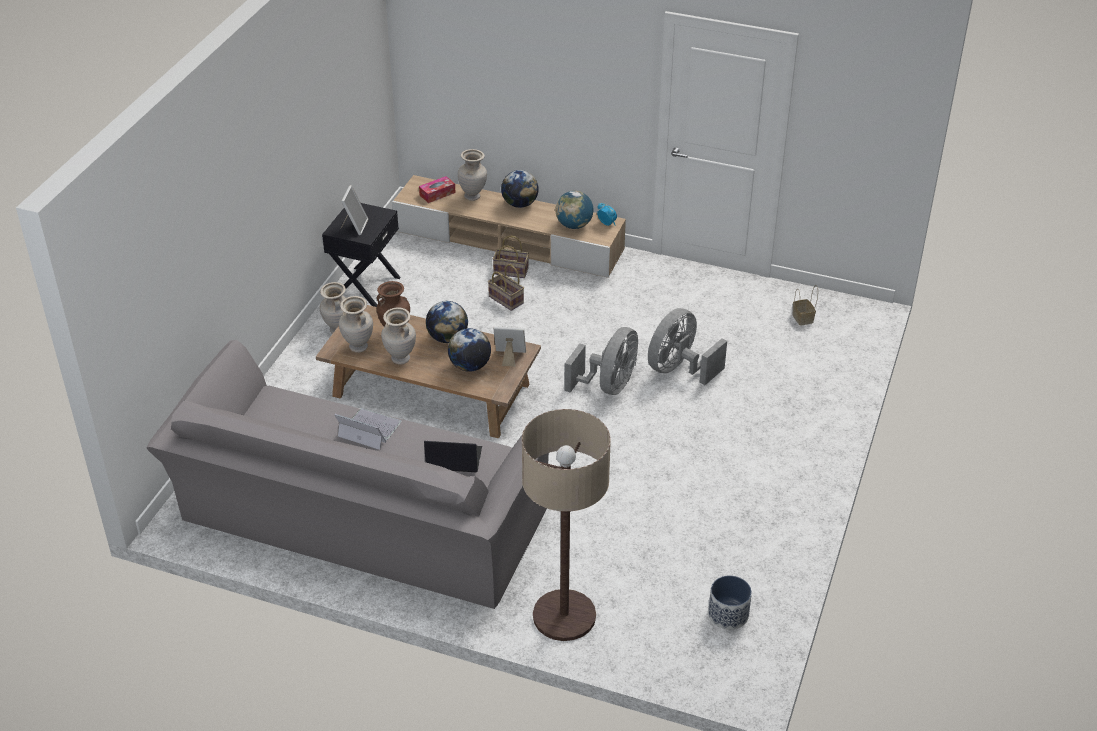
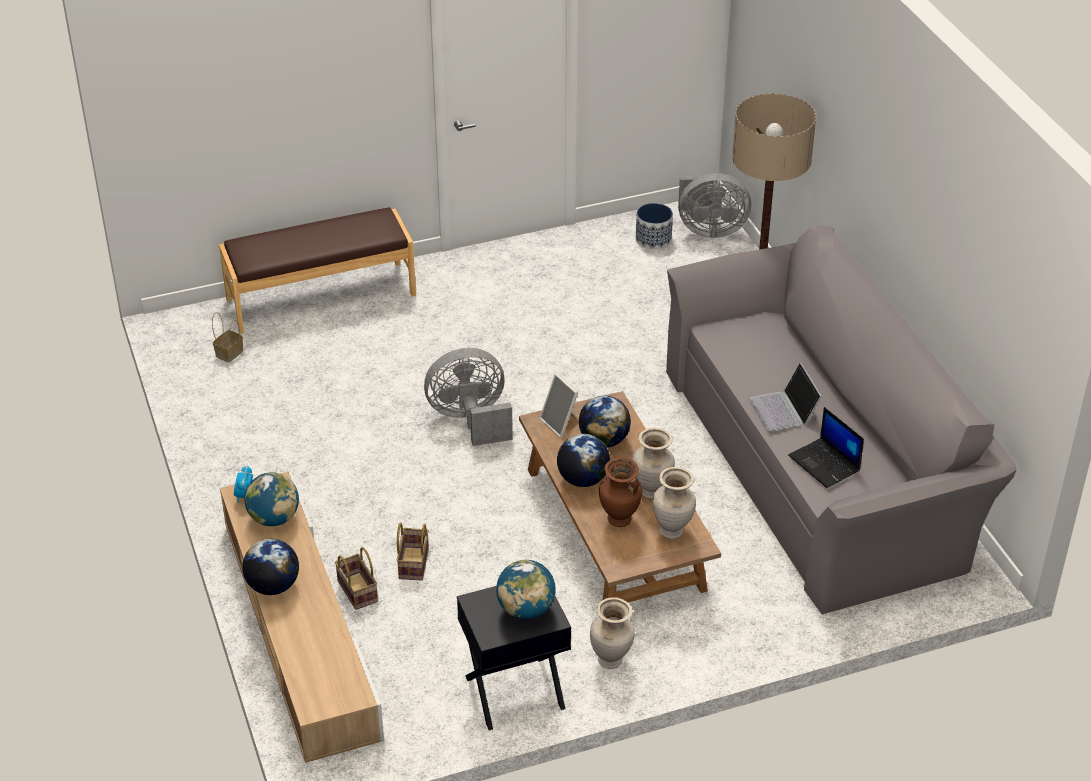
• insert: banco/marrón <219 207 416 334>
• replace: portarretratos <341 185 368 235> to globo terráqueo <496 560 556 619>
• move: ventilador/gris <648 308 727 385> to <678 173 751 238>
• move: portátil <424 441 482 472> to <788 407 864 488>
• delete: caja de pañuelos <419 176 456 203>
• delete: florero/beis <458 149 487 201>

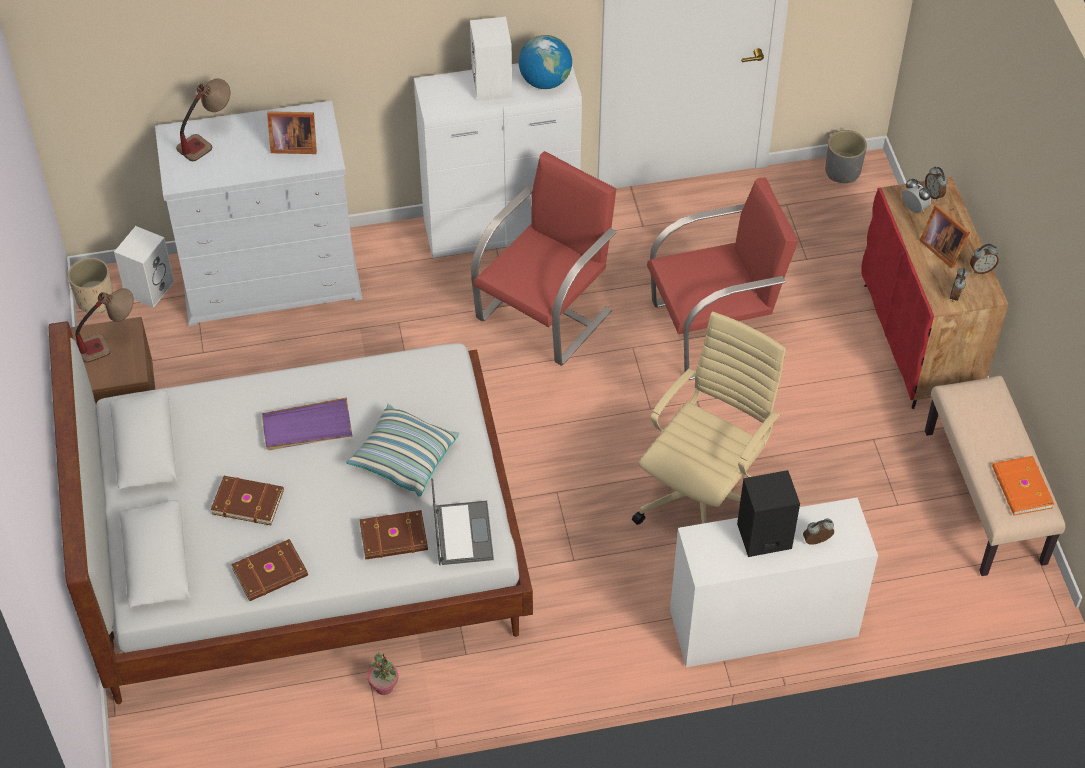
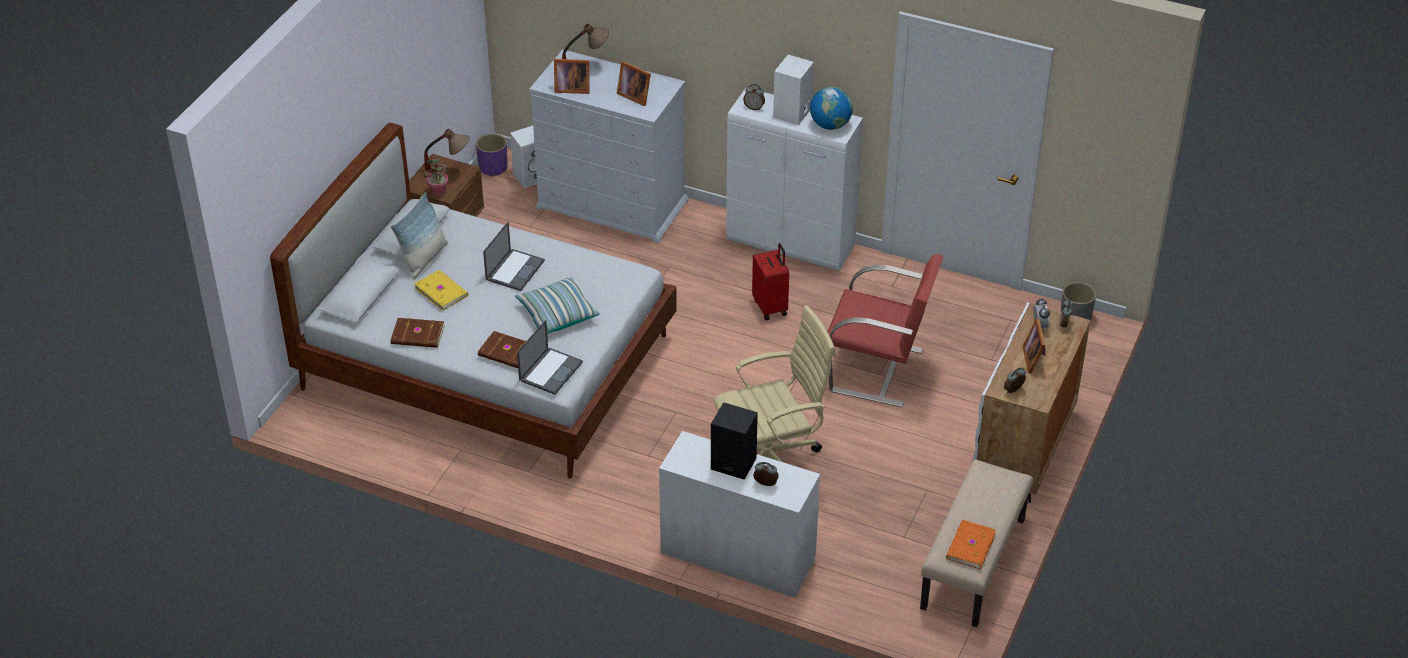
• insert: cojín <391 192 448 280>
• recolor: libro/marrón <211 476 284 525> to libro/amarillo <414 270 468 311>
• move: planta en maceta <368 653 398 695> to <426 159 448 197>
• recolor: maceta/beis <68 258 113 313> to maceta/morado <476 133 508 177>
• replace: bandeja/morado <262 398 353 450> to portátil <483 222 545 291>
• insert: portarretratos <554 59 590 94>
• move: despertador <970 244 999 274> to <743 84 765 110>
• replace: sillón/rojo <471 151 617 366> to maleta/rojo <752 243 789 320>
• recolor: armario/rojo <861 177 1008 409> to armario/blanco <972 303 1090 503>

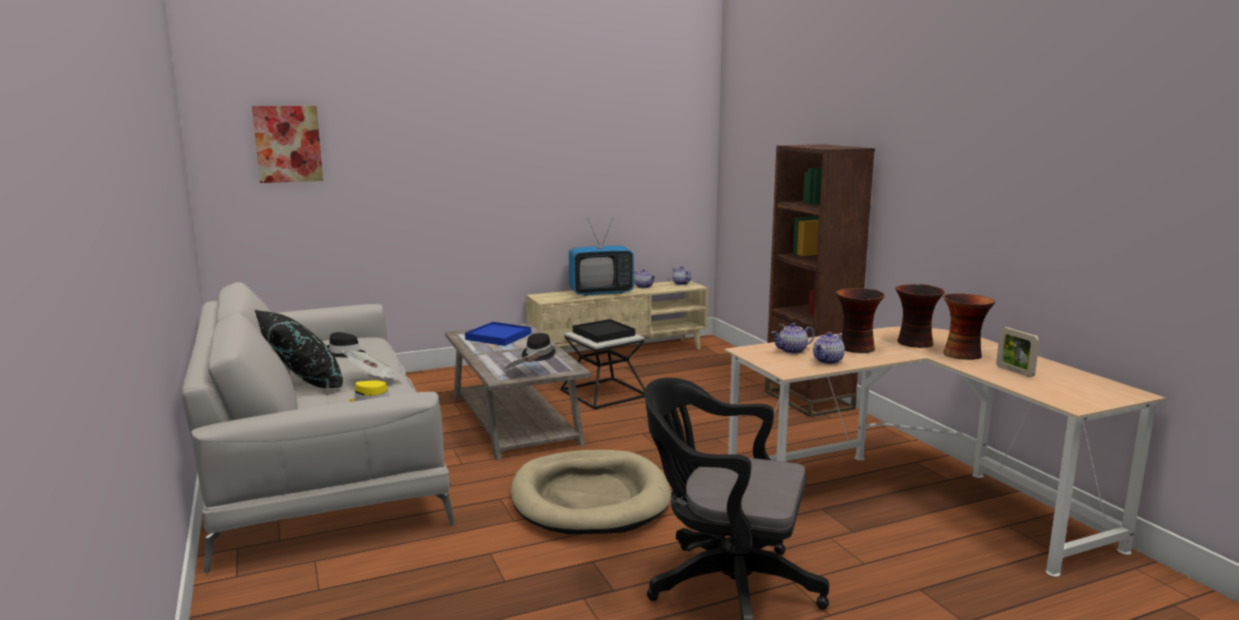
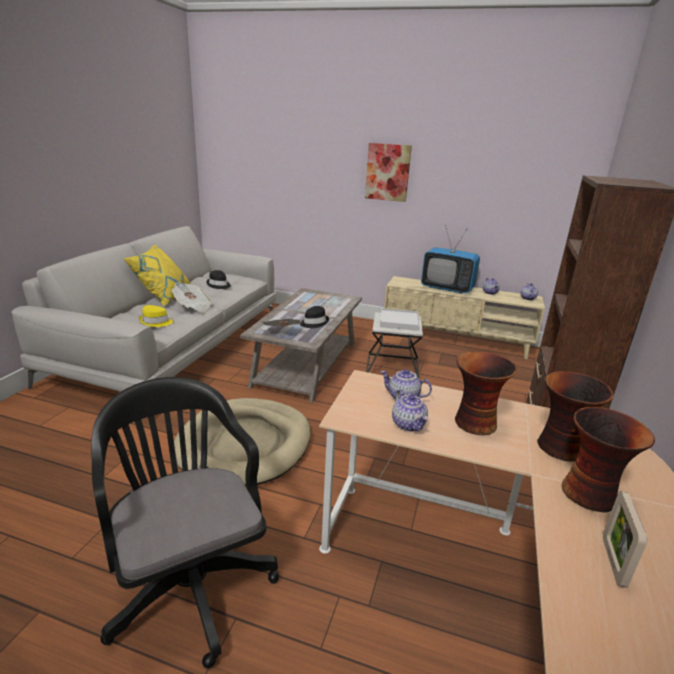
• recolor: cojín/negro <254 309 343 388> to cojín/amarillo <123 244 191 306>
• move: cuadro <252 106 323 183> to <365 143 412 202>
• recolor: bandeja/negro <573 319 635 343> to bandeja/blanco <380 308 419 331>
• rotate: tetera <813 332 845 364> = <392 389 428 432> 105 degrees counterclockwise
• delete: bandeja/azul <465 322 531 346>

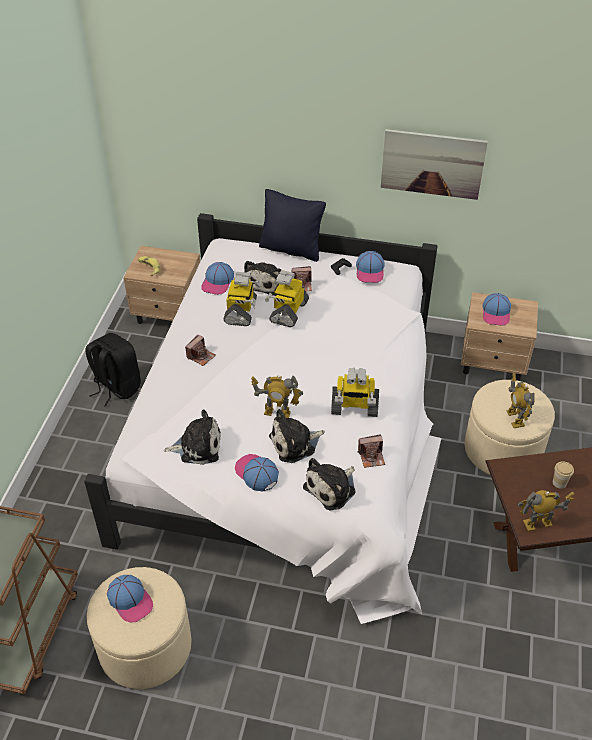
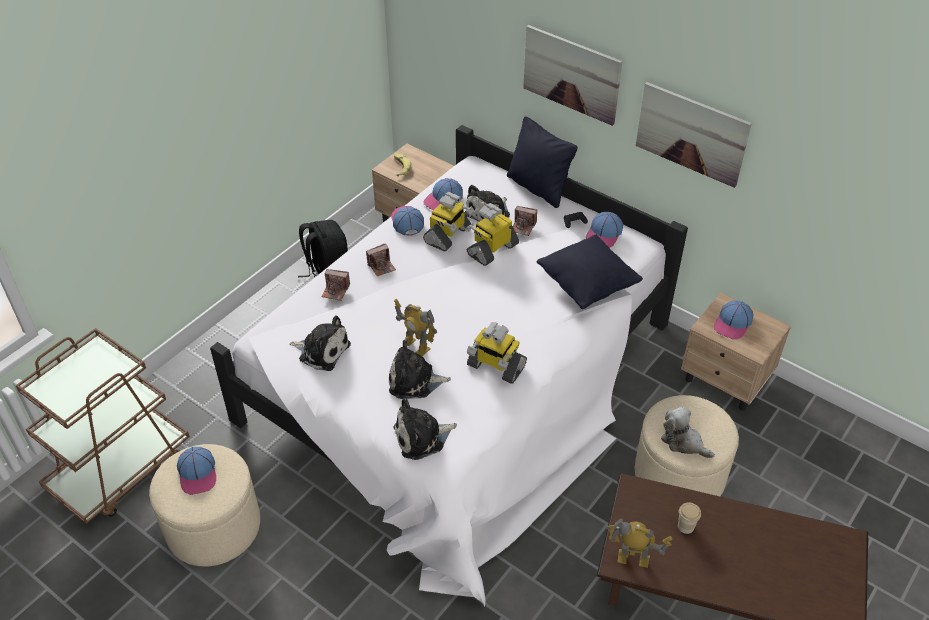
• move: cámara <358 434 385 468> to <321 269 350 301>
• move: gorra <235 454 279 492> to <391 206 424 236>
• insert: cuadro <523 25 622 126>
• insert: cojín/negro <537 234 643 309>
• replace: robot de juguete <506 373 535 428> to peluche <661 406 715 458>

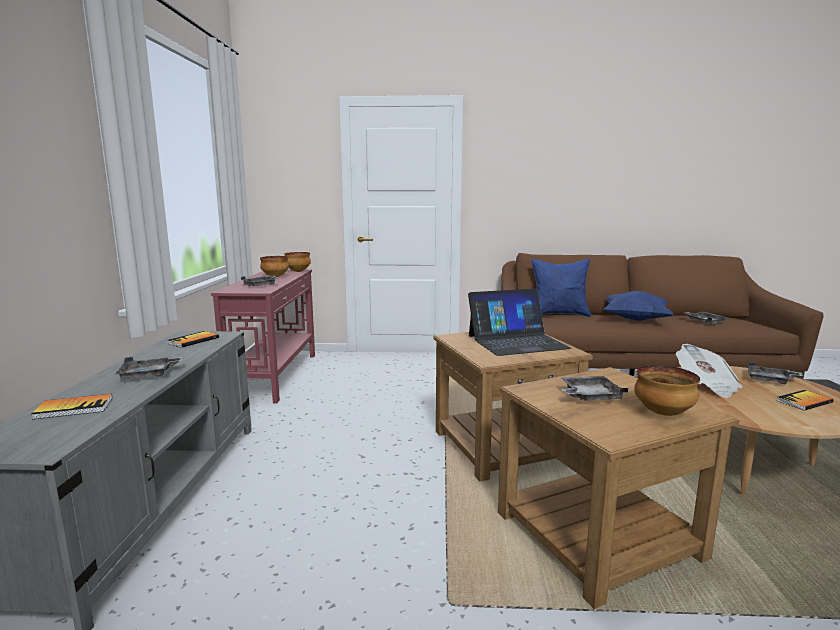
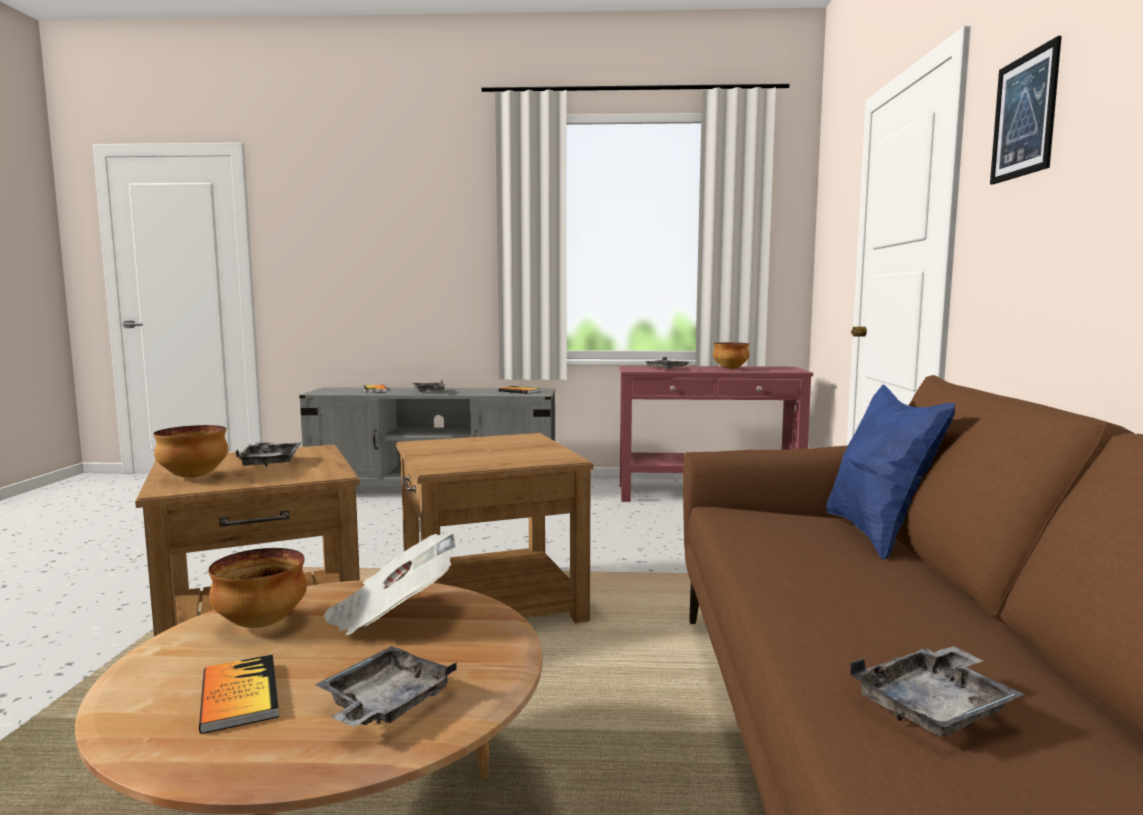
• move: cuenco <284 252 311 272> to <208 548 307 628>
• insert: cuadro <990 36 1062 185>
• delete: portátil <468 288 571 356>
• delete: cojín/azul <603 291 673 321>

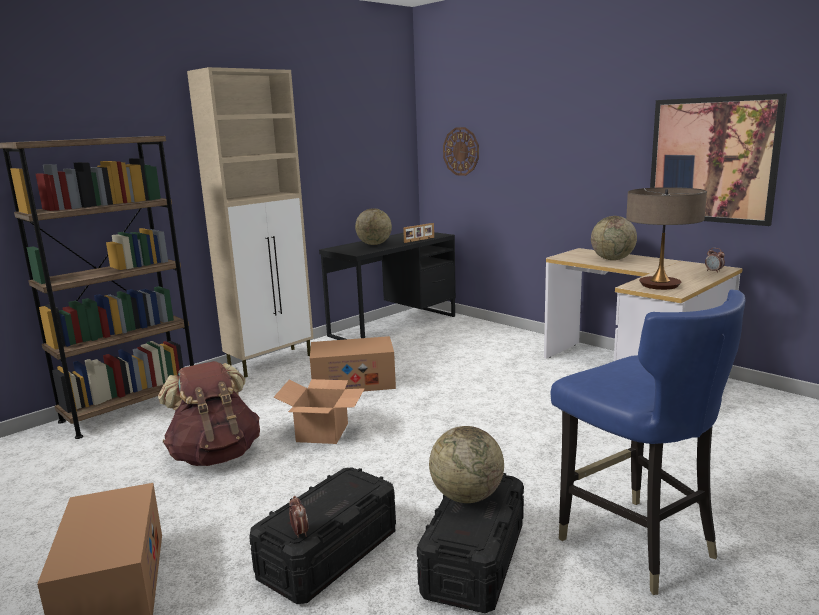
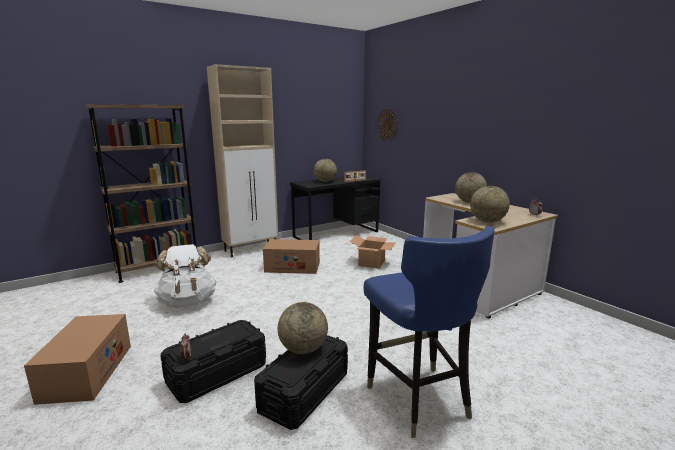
• recolor: mochila/marrón <158 361 260 466> to mochila/blanco <154 244 216 308>
• move: caja de cartón <274 379 365 444> to <349 235 395 269>
• replace: lámpara de mesa <626 187 707 290> to globo terráqueo <470 186 510 223>
• delete: cuadro <650 93 787 226>

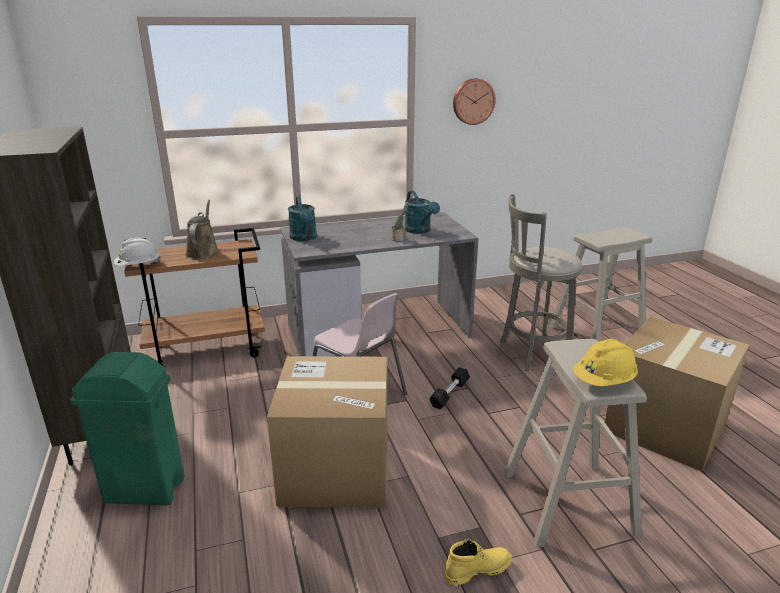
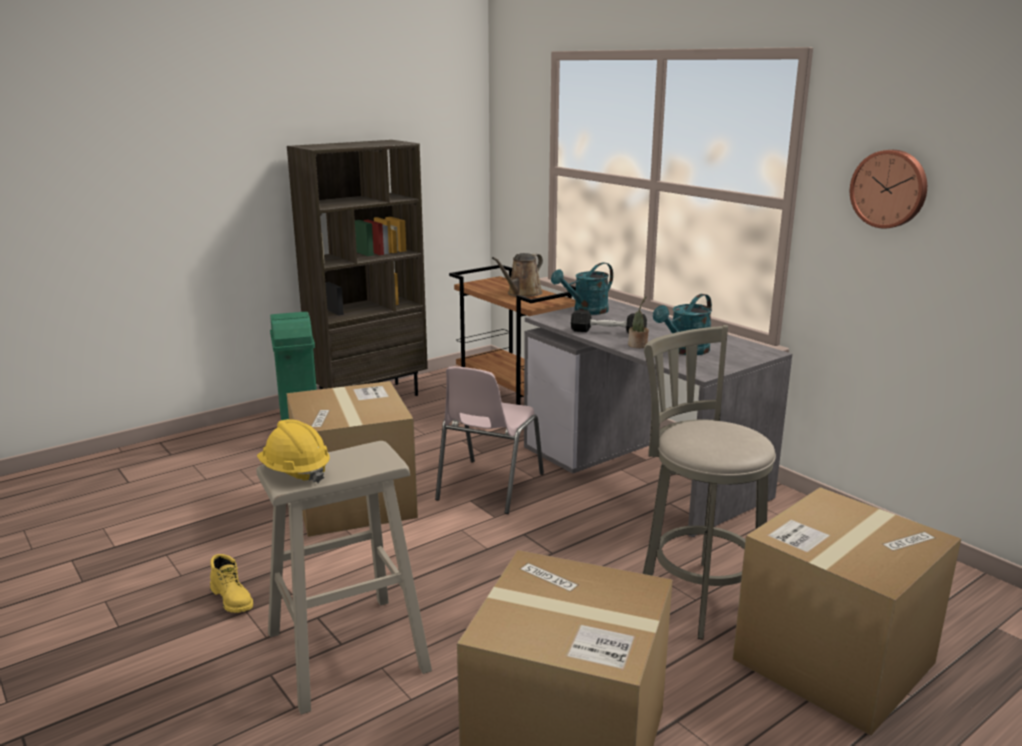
• rotate: regadera/marrón <185 200 219 259> = <492 253 543 297> 150 degrees clockwise
• move: mancuerna/negro <429 367 470 410> to <571 310 647 334>
• replace: taburete/beis <549 227 652 342> to caja de cartón <733 487 961 736>
• delete: casco/blanco <114 237 161 266>

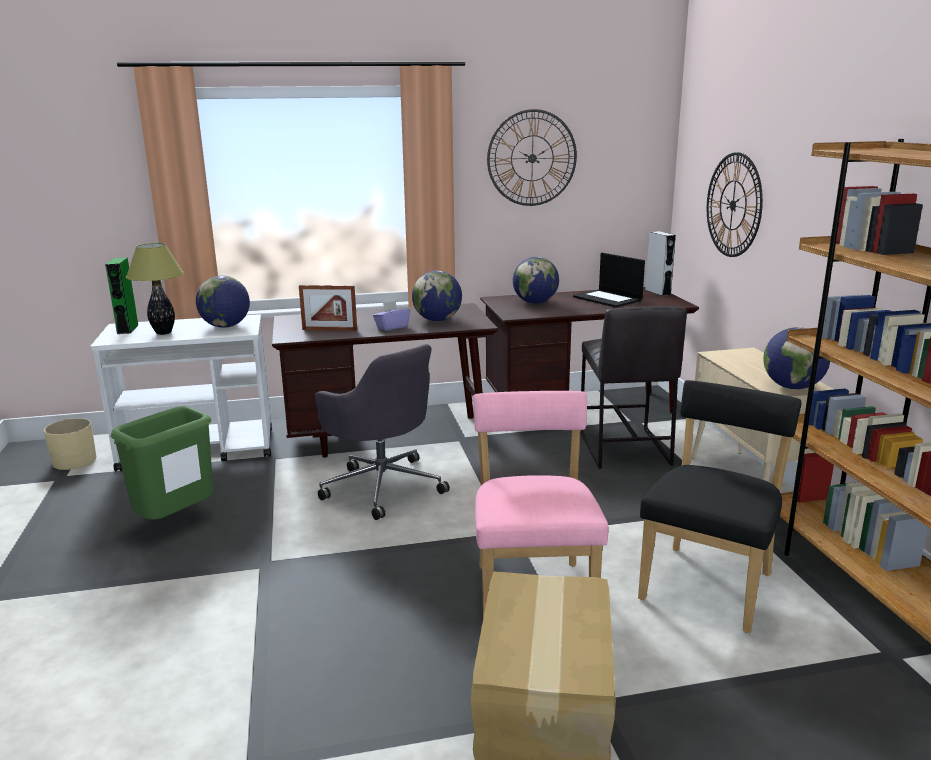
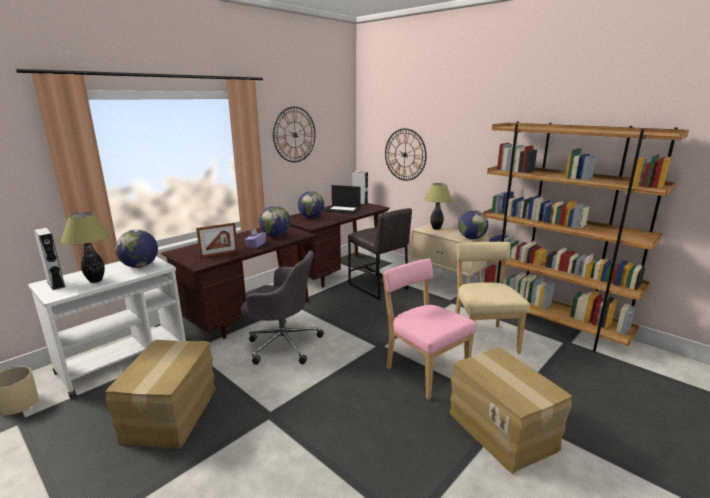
• recolor: altavoz/verde <105 258 139 334> to altavoz/gris <34 228 65 290>
• replace: papelera/verde <111 406 213 520> to caja de cartón <105 340 216 449>
• insert: lámpara de mesa <424 183 452 230>
• recolor: silla/negro <638 380 802 633> to silla/beis <455 242 530 354>

